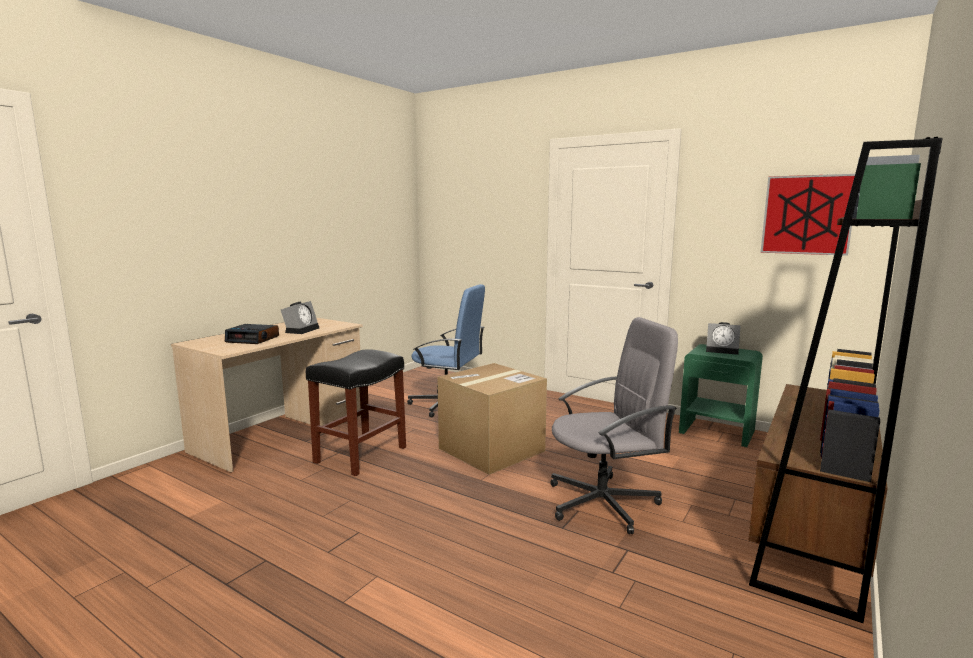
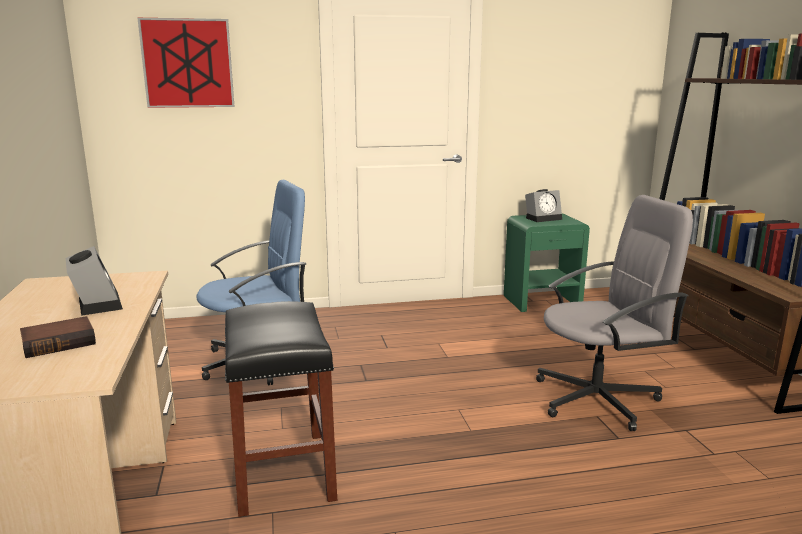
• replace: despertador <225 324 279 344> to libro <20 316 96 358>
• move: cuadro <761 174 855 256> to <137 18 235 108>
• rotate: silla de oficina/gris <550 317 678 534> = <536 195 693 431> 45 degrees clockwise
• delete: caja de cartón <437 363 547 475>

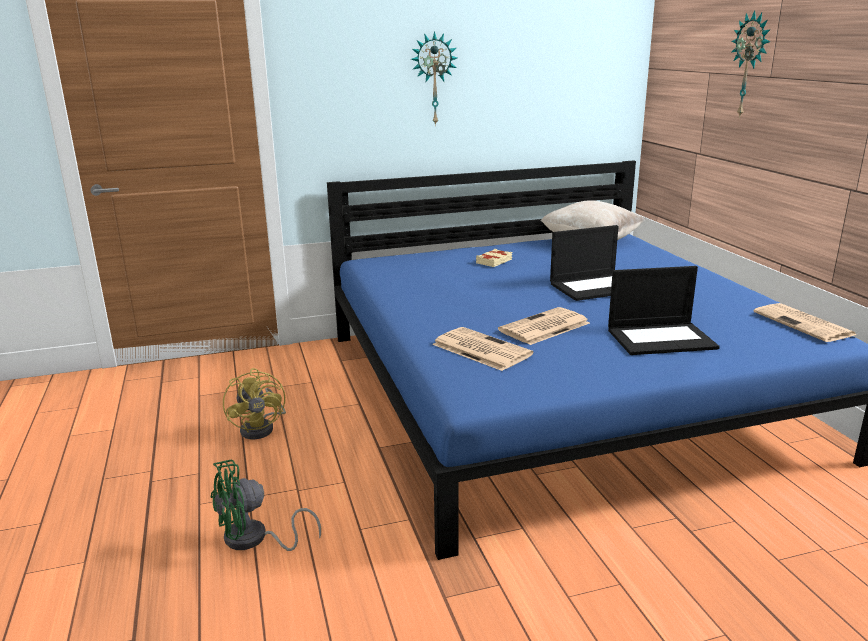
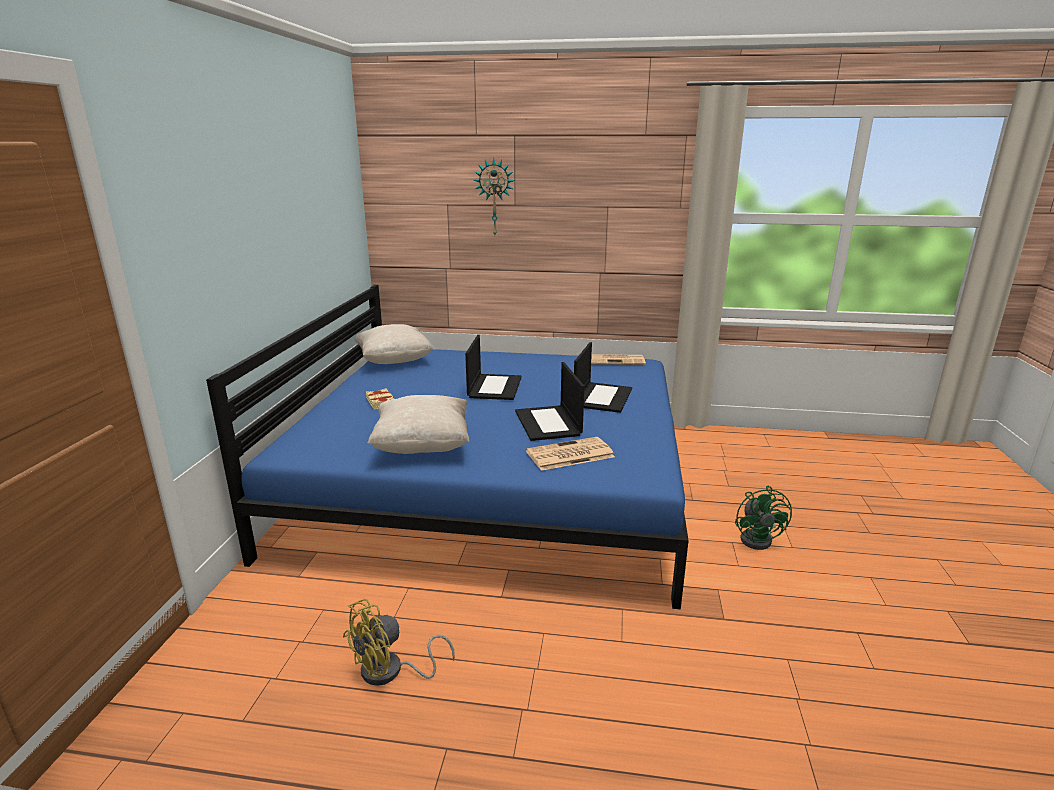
• rotate: ventilador/amarillo <223 368 286 439> = <343 599 455 686> 135 degrees clockwise
• insert: cojín/beis <367 395 470 454>
• replace: periódico <498 307 590 345> to portátil <515 362 584 441>
• move: ventilador/verde <211 459 321 551> to <735 486 792 550>
• delete: reloj de pared <411 31 458 126>

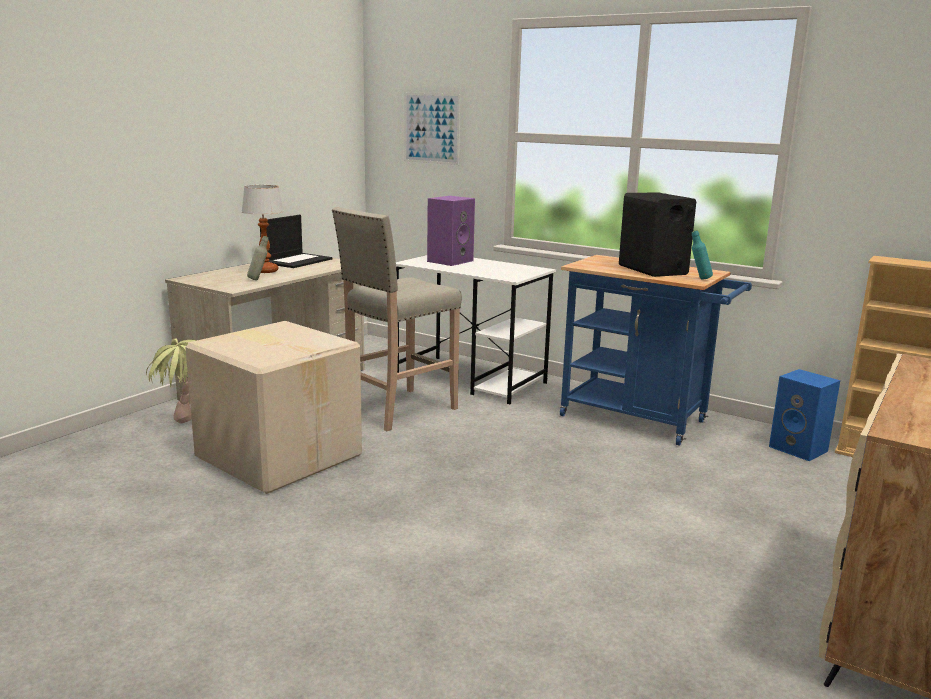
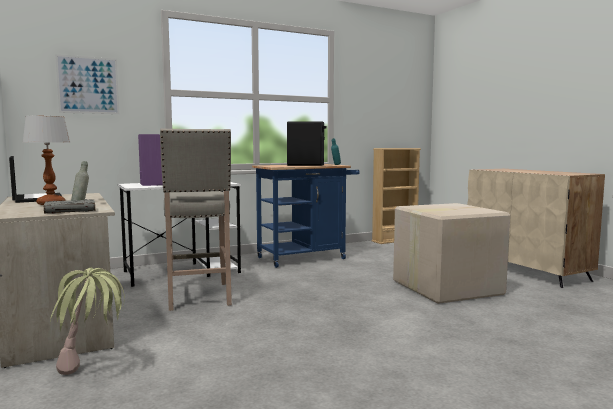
• insert: libro/gris <44 199 95 213>
• move: caja de cartón <185 321 362 494> to <393 203 510 304>
• delete: altavoz/azul <769 369 840 461>

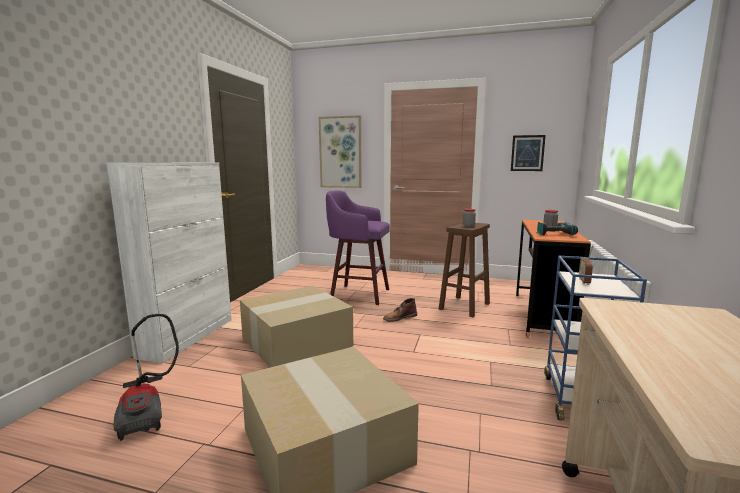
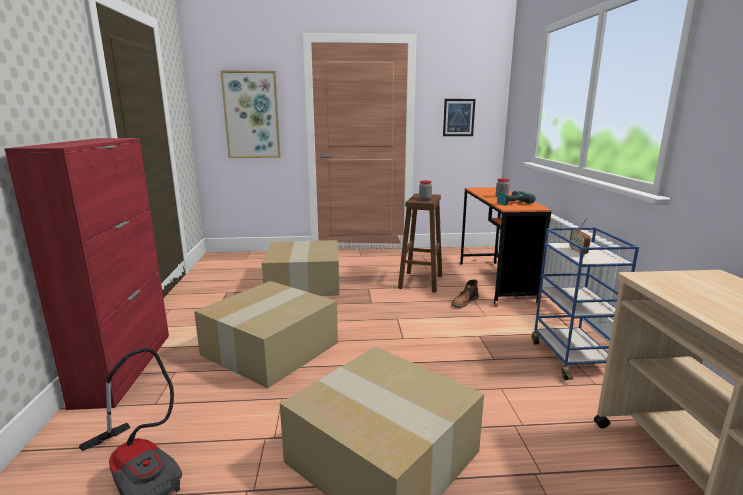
• recolor: armario/blanco <107 163 231 364> to armario/rojo <4 138 169 410>
• replace: taburete/morado <326 191 390 305> to caja de cartón <262 240 339 296>
• move: bota/marrón <383 298 417 322> to <451 280 479 308>

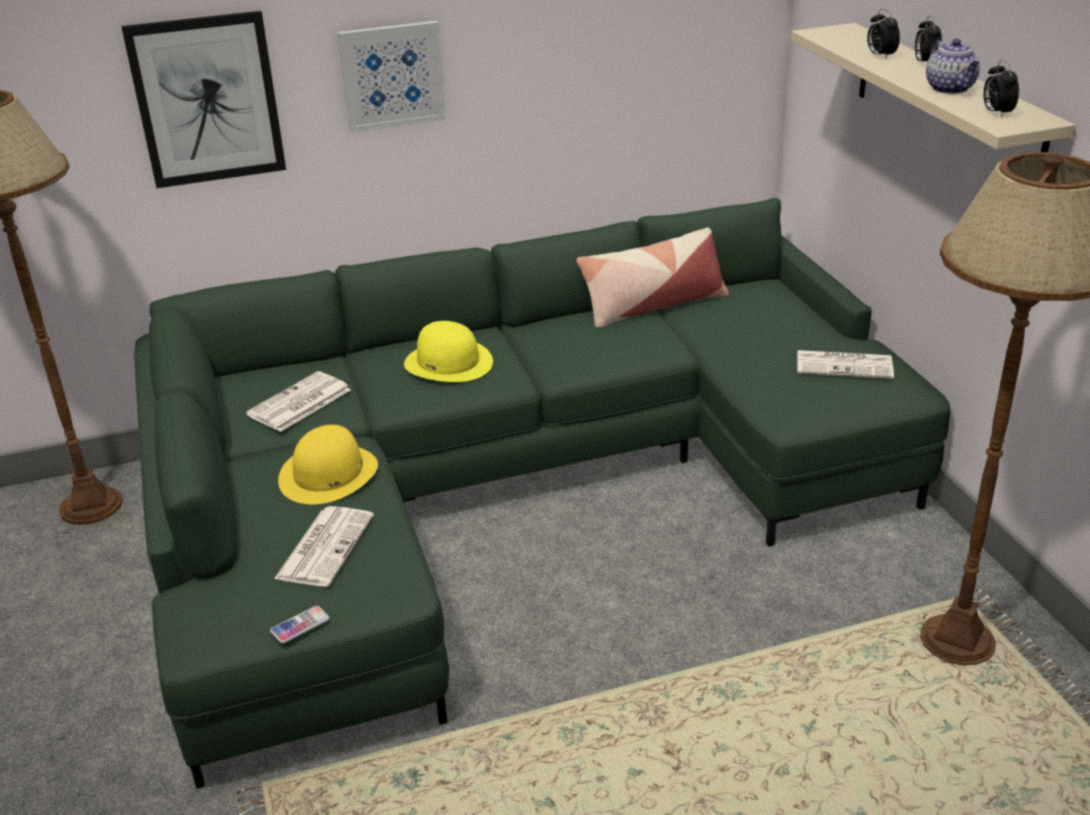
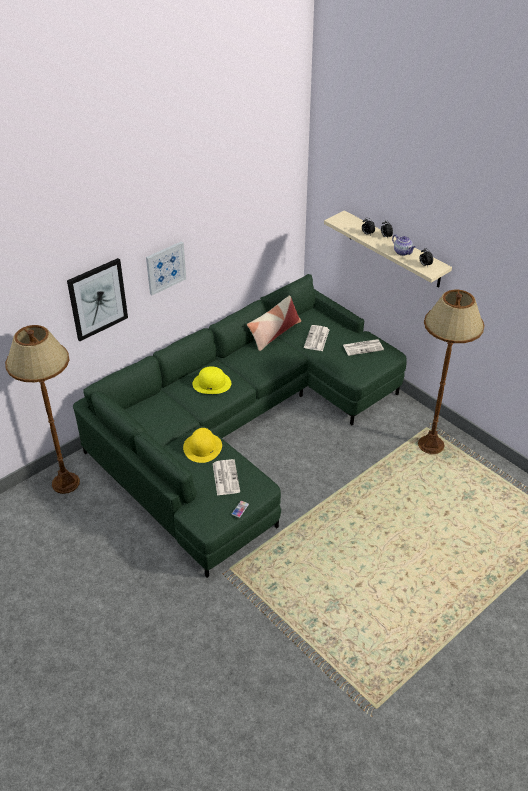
• move: periódico <246 371 351 432> to <304 325 330 351>

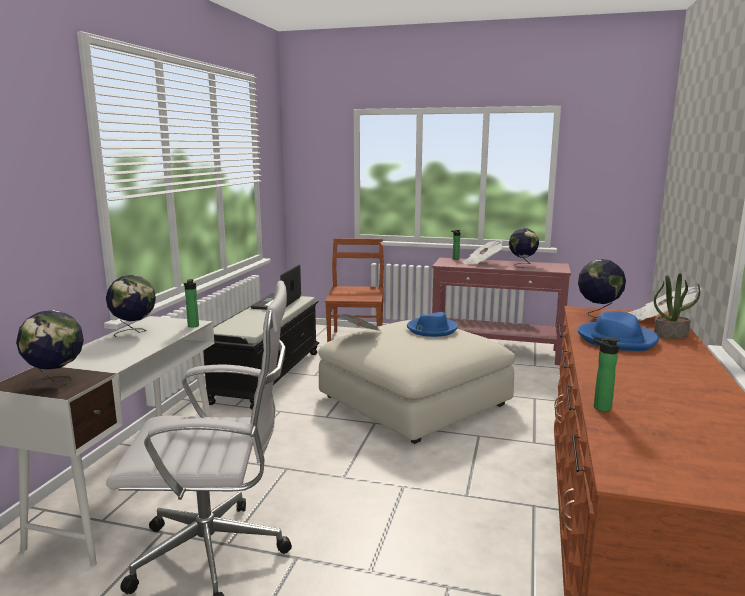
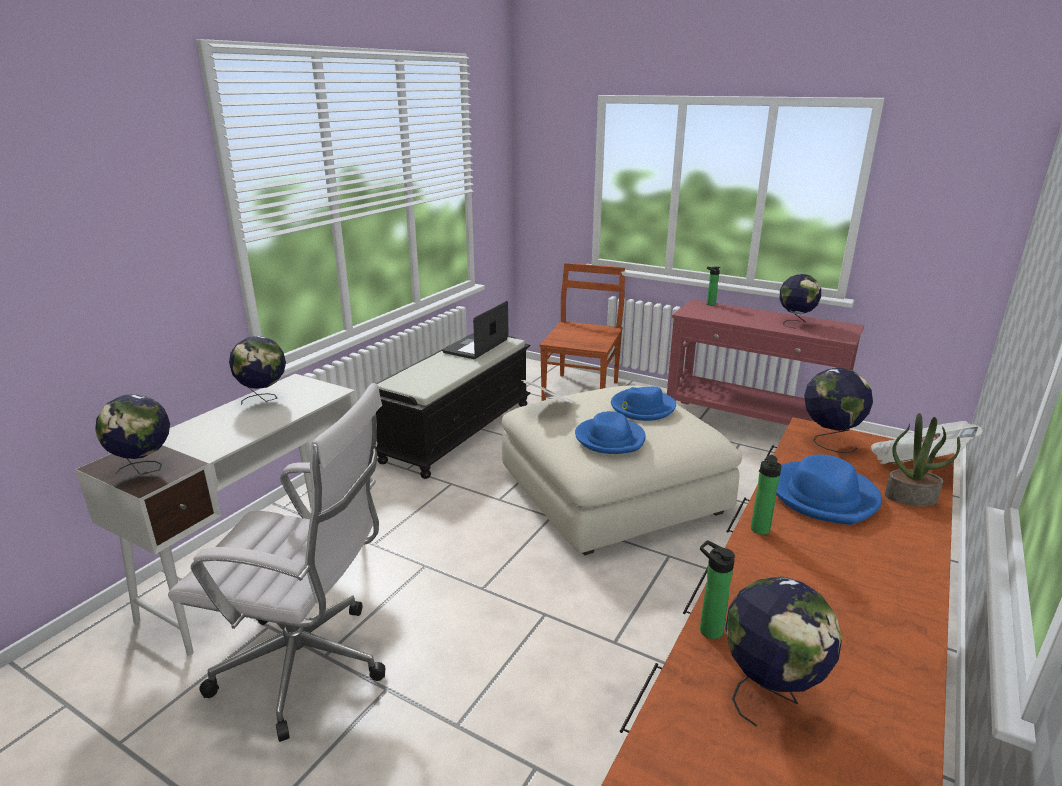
• insert: sombrero/azul <575 411 646 454>
• insert: globo terráqueo <725 576 842 727>
• move: botella <183 279 199 327> to <751 455 782 535>
• delete: periódico <462 240 503 264>

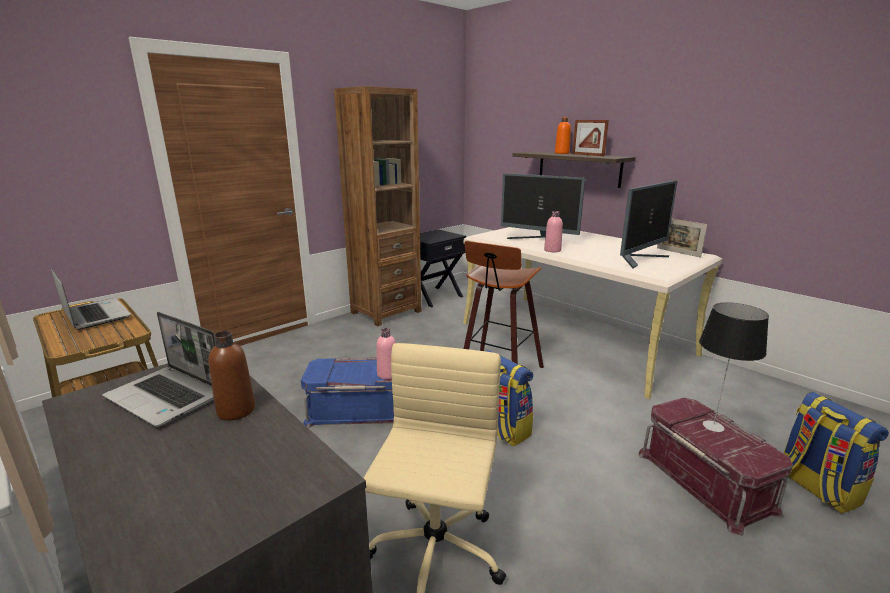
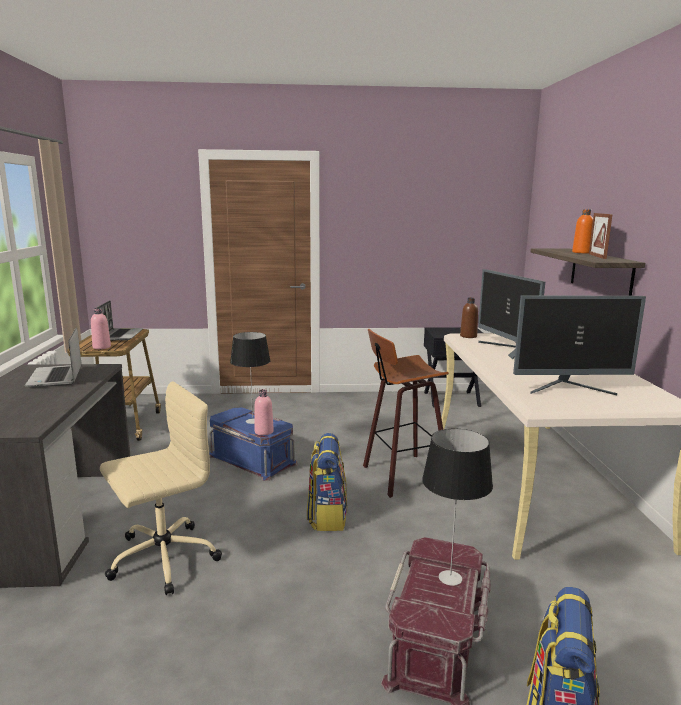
• move: botella/rosa <544 211 563 252> to <91 308 111 349>
• insert: lámpara de mesa <230 332 270 424>
• move: botella/marrón <208 331 255 421> to <460 298 478 338>
• delete: estantería/marrón <334 86 421 326>
• delete: portarretratos <657 219 707 258>

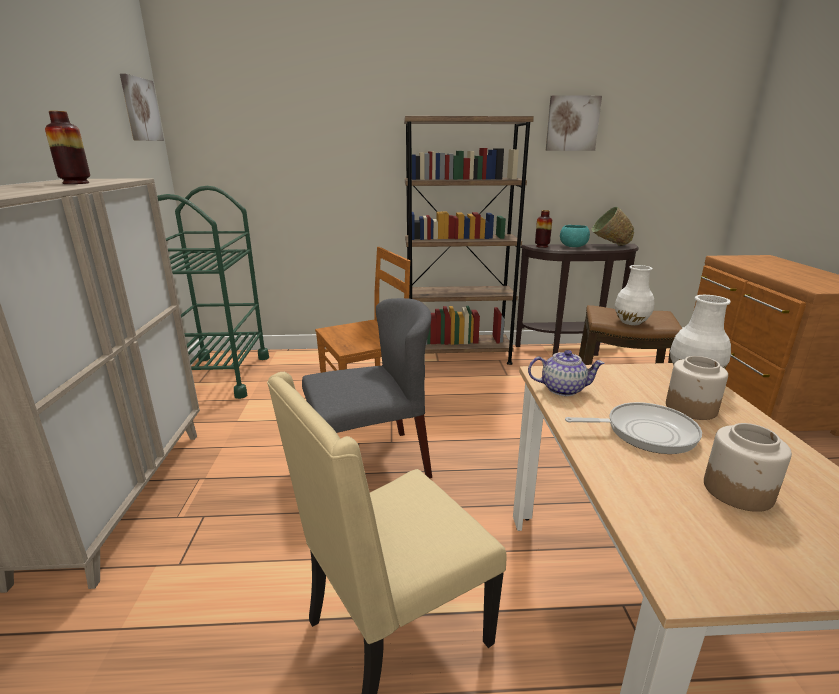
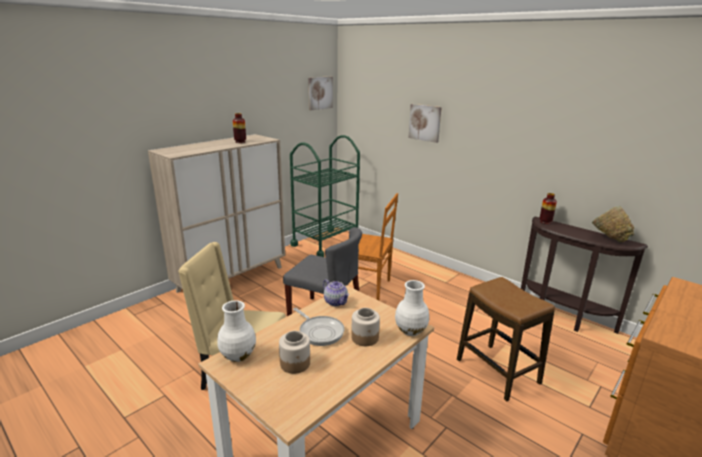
• move: florero/blanco <615 265 654 325> to <217 300 256 362>
• move: cuadro <546 95 602 151> to <408 104 442 143>
• delete: estantería/marrón <404 116 534 365>
• delete: cuenco/turquesa <560 225 590 247>

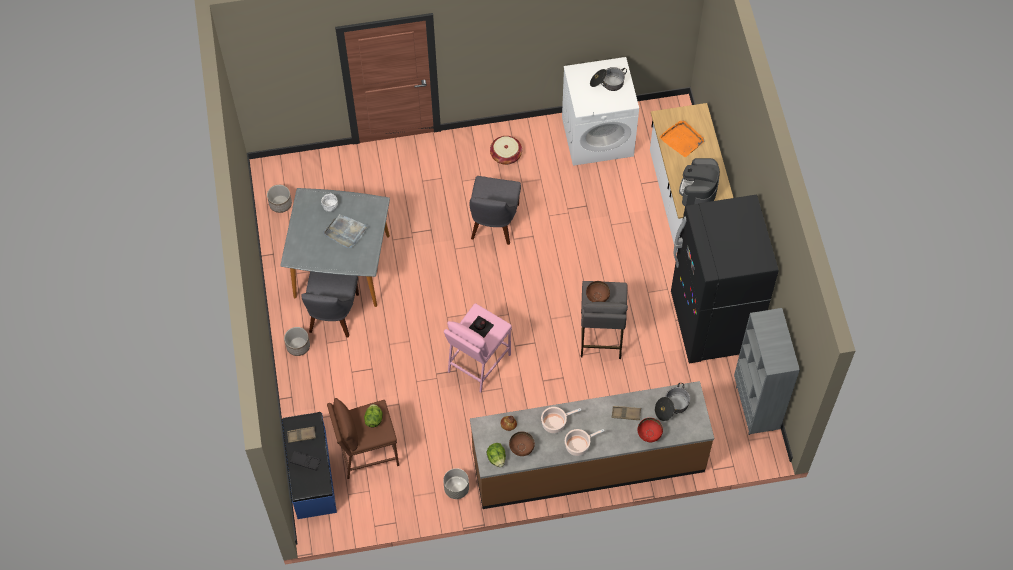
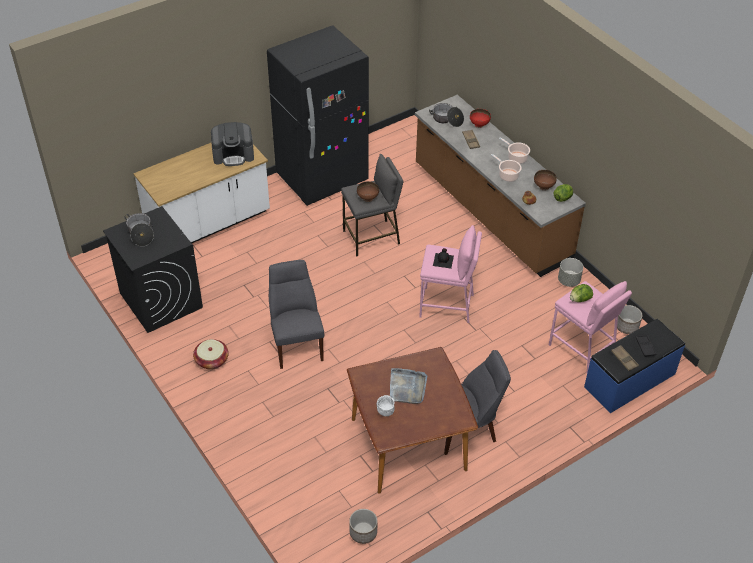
• recolor: lavadora/blanco <562 57 639 166> to lavadora/negro <103 206 203 333>
• rotate: silla/gris <469 176 521 245> = <269 260 324 369> 90 degrees counterclockwise
• recolor: mesa de comedor/gris <280 188 390 307> to mesa de comedor/marrón <347 347 478 494>
• recolor: taburete/marrón <327 398 399 479> to taburete/rosa <549 281 632 374>
• move: maceta <284 327 310 356> to <617 305 642 334>
• delete: bandeja/naranja <660 120 704 157>
• delete: estantería/gris <734 308 800 435>

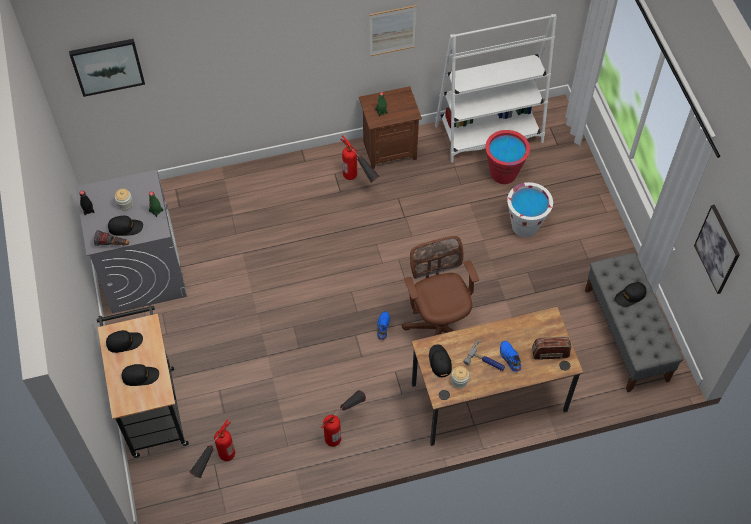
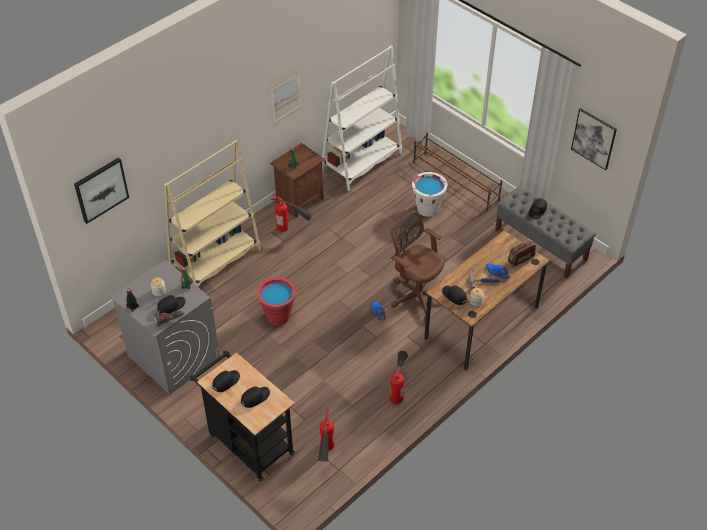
• insert: estantería/beis <164 140 261 287>
• move: cubo/rojo <486 130 530 184> to <257 277 296 325>
• insert: zapatero/marrón <413 132 502 211>

